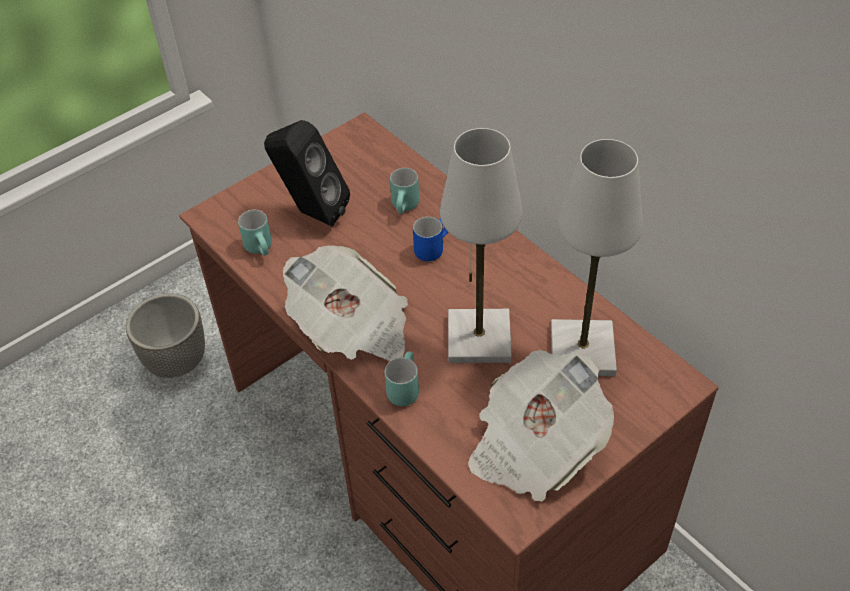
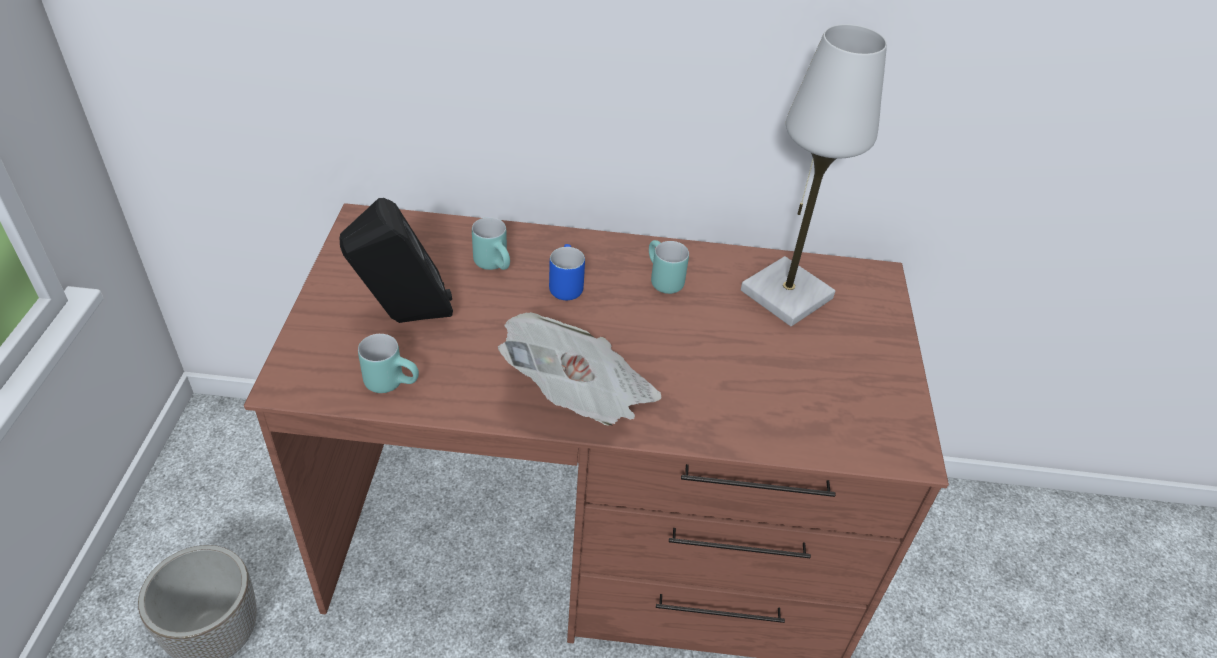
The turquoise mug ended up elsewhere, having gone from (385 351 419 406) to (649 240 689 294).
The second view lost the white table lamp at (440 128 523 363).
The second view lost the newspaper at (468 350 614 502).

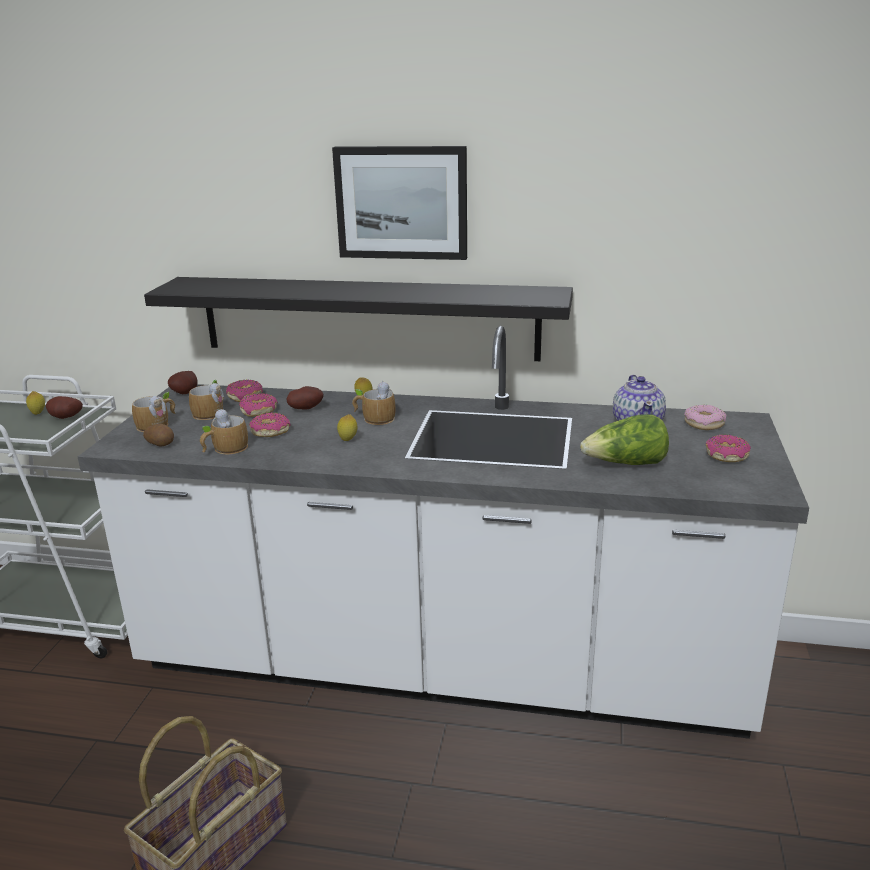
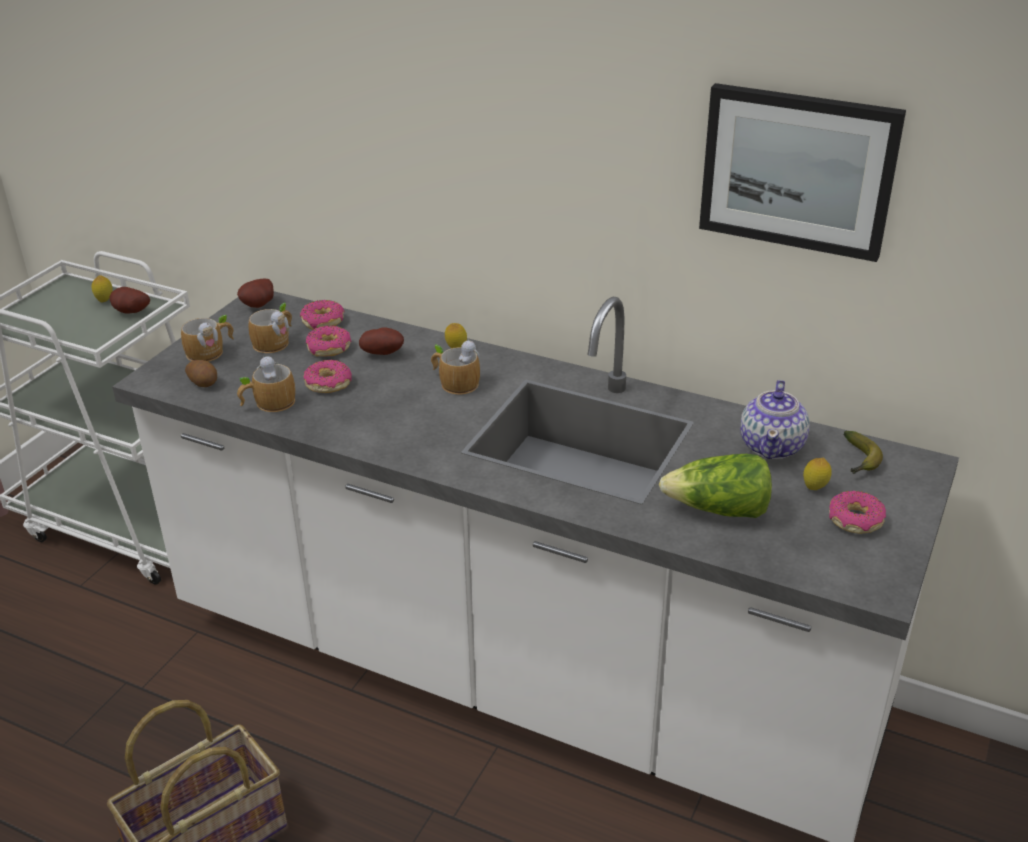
The picture ended up elsewhere, having gone from (332 146 467 260) to (699 83 906 262).
The lemon ended up elsewhere, having gone from (337 414 357 441) to (803 458 832 490).
Where the donut stood at (684 405 726 430), the banana came to stand at (844 431 883 474).
The second view lost the black shelf at (144 277 573 361).

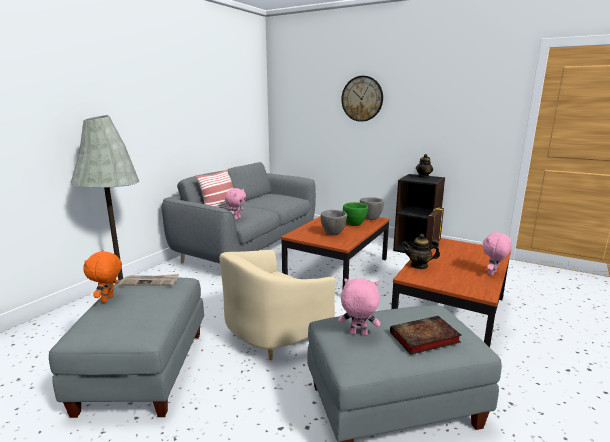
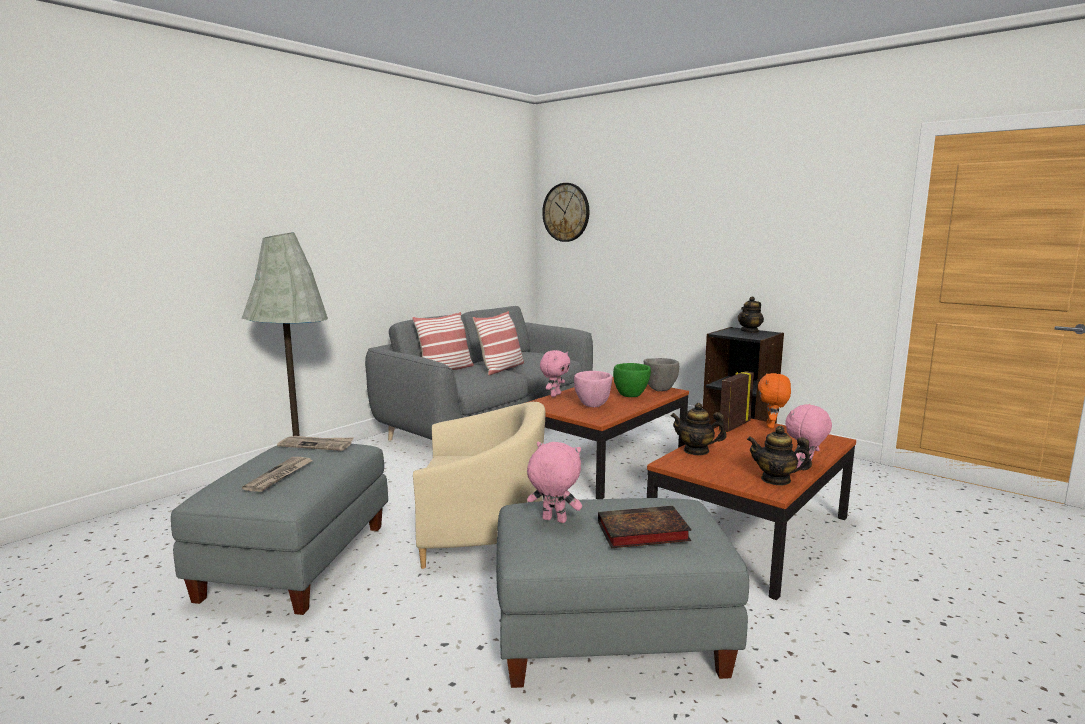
The second view gained the newspaper at (242 457 313 492).
The beige armchair at (220 250 336 360) ended up facing another way, 150 degrees counterclockwise from before.
The second view gained the pillow at (473 311 524 376).
The pink plush toy ended up elsewhere, having gone from (225 188 246 220) to (540 350 570 397).
The wall clock ended up elsewhere, having gone from (341 76 383 122) to (542 183 589 242).
What was the grey bowl at (321 210 347 235) turned into the pink bowl at (574 371 612 407).
The second view gained the teapot at (747 426 812 486).
The orange plush toy ended up elsewhere, having gone from (83 250 122 303) to (758 373 791 428).

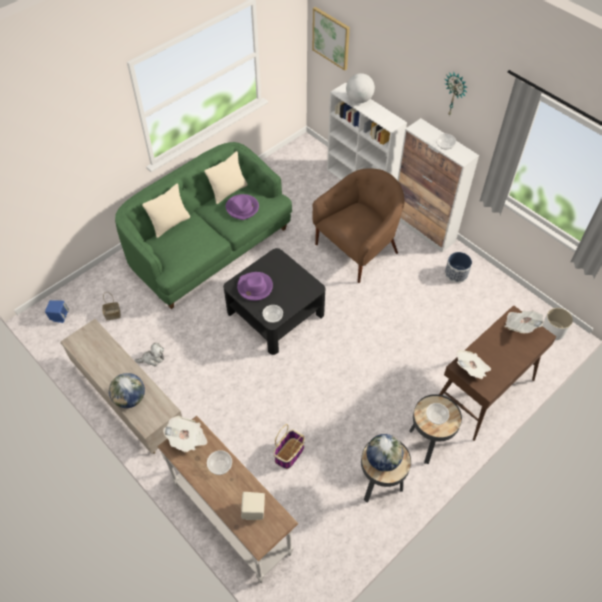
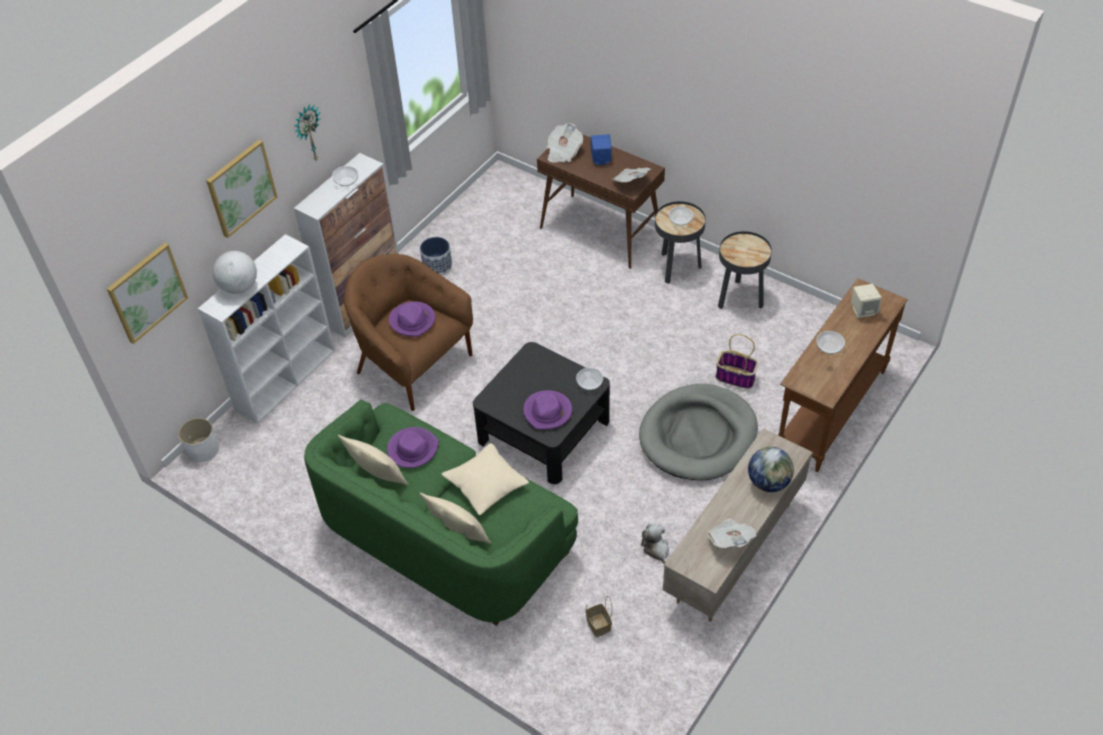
The white planter ended up elsewhere, having gone from (542 308 573 340) to (178 418 219 462).
The second view gained the picture at (206 140 277 238).
The second view gained the purple hat at (389 301 435 337).
The second view gained the beige pillow at (442 443 529 515).
The blue speaker ended up elsewhere, having gone from (45 300 69 323) to (591 134 611 165).
The second view gained the grey dog bed at (639 384 758 480).
The newspaper ended up elsewhere, having gone from (163 416 208 452) to (707 518 757 548).
What was the white console table at (157 416 298 583) turned into the brown console table at (778 278 908 472).
The second view lost the globe at (366 434 403 472).

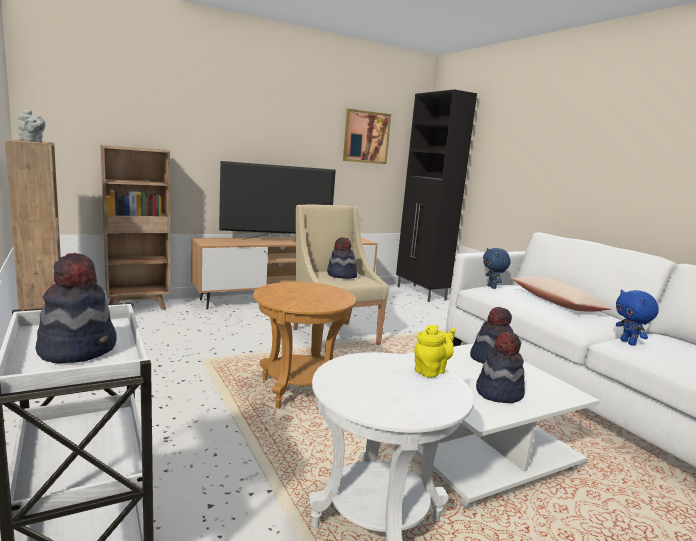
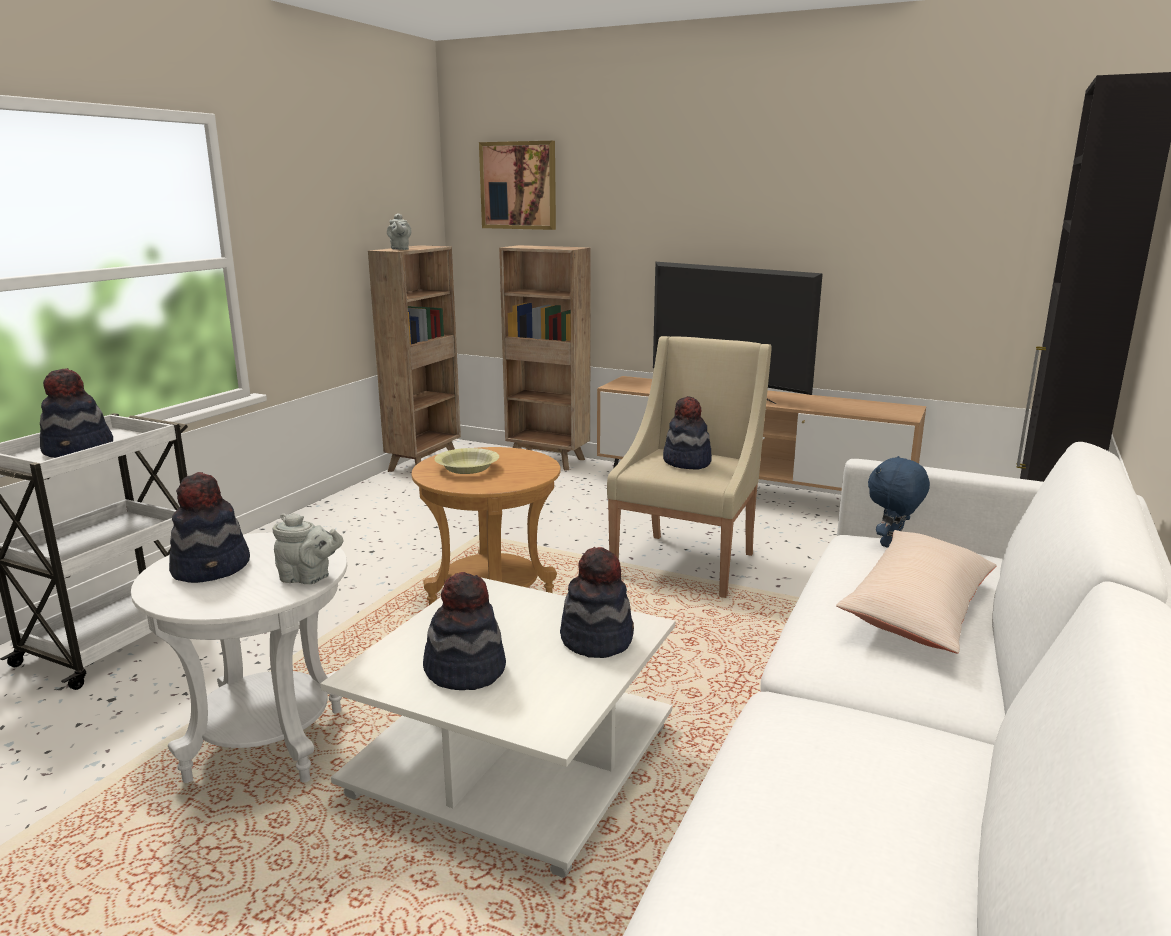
The second view gained the hat at (169 472 250 583).
What was the yellow teapot at (414 325 456 378) turned into the grey teapot at (273 513 343 584).
The second view gained the yellow bowl at (435 448 499 474).
The picture ended up elsewhere, having gone from (343 109 391 164) to (479 141 556 230).
The second view lost the blue plush toy at (616 290 659 346).

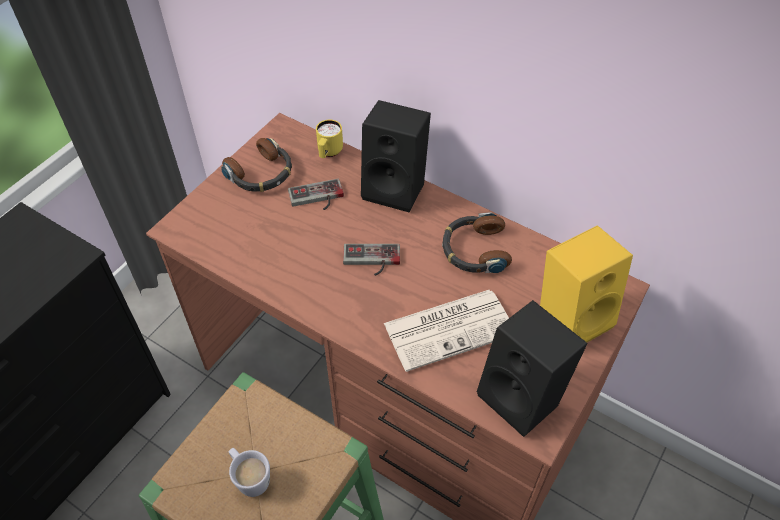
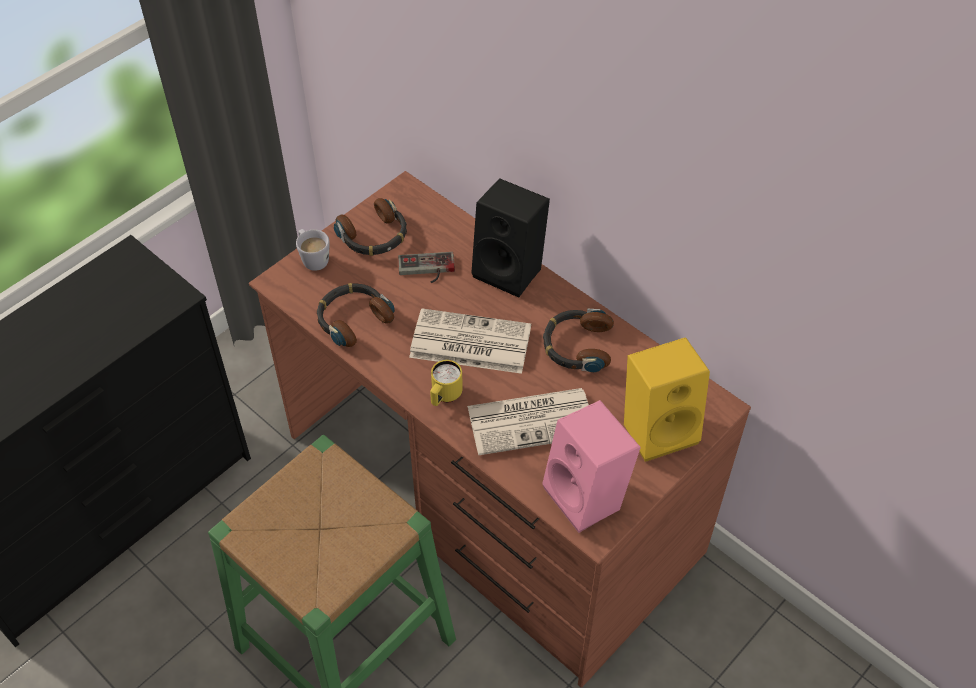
The white mug ended up elsewhere, having gone from (229 448 270 497) to (296 229 330 271).
The second view gained the headphones at (317 283 395 347).
Where the game controller stood at (343 244 400 276), the newspaper came to stand at (409 308 531 374).
The yellow mug ended up elsewhere, having gone from (316 120 343 158) to (430 360 463 406).
What was the black speaker at (477 300 588 437) turned into the pink speaker at (542 400 641 533).

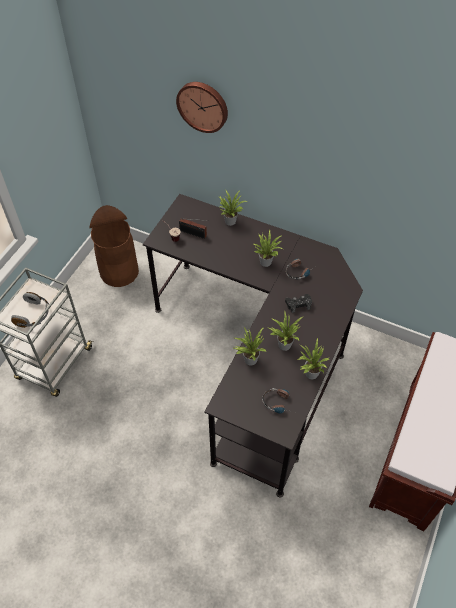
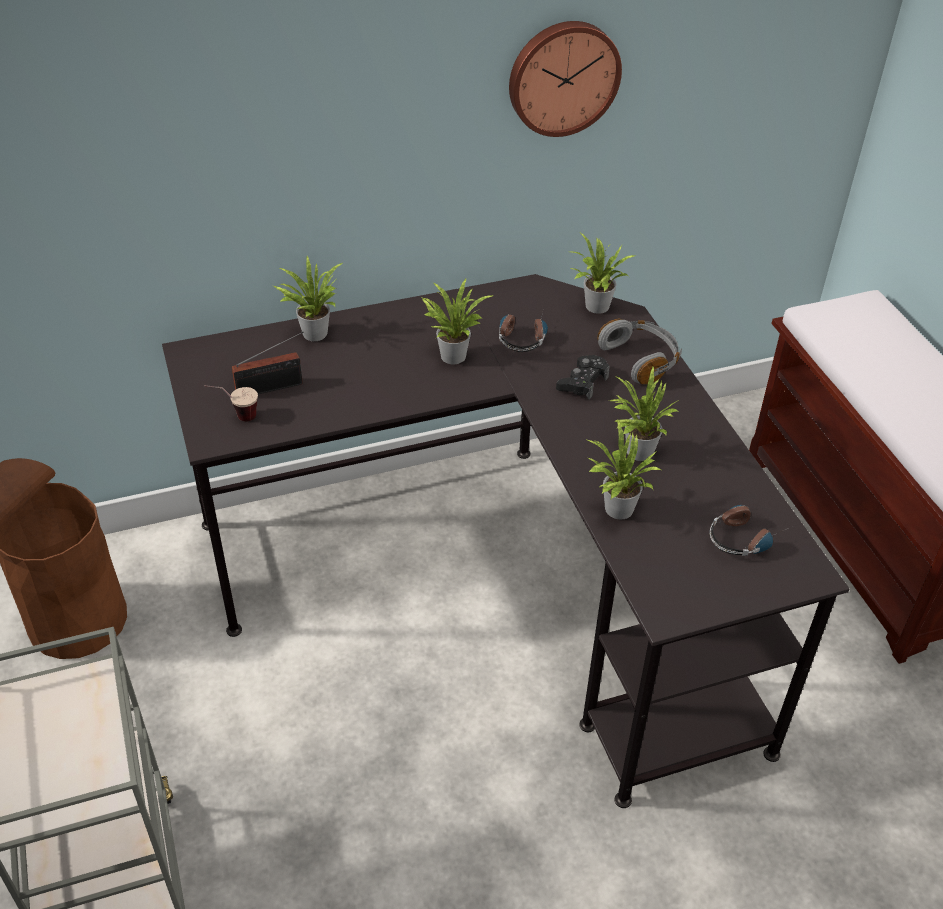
The wall clock ended up elsewhere, having gone from (176 82 228 133) to (509 21 622 137).
The potted plant ended up elsewhere, having gone from (297 337 330 379) to (569 233 635 314).
The grey headphones ended up elsewhere, having gone from (11 292 49 328) to (597 318 682 385).

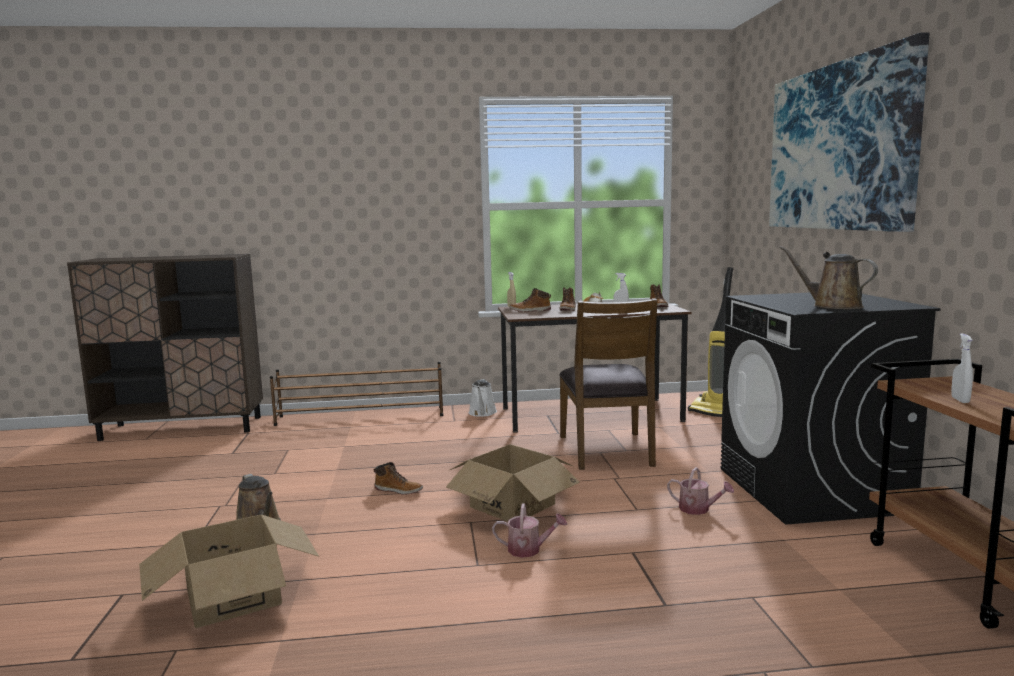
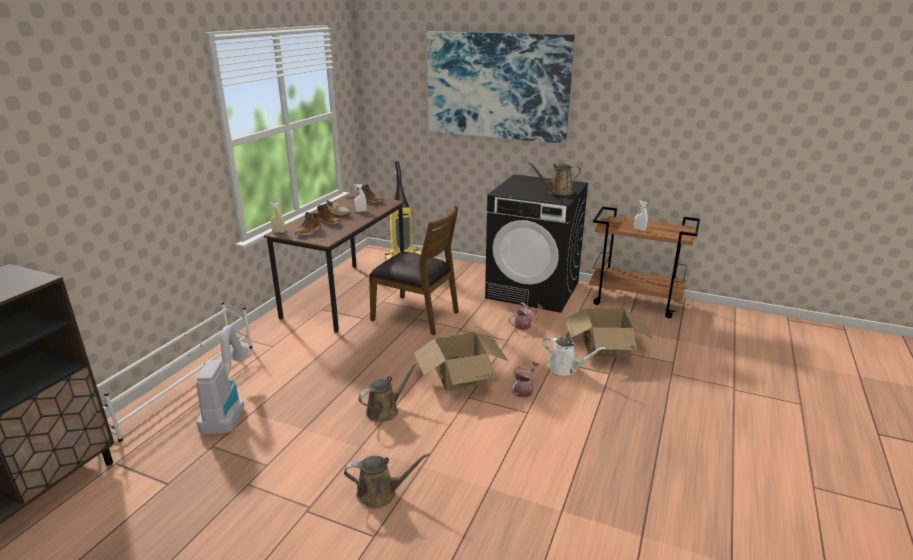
What was the brown shoe rack at (270 362 443 426) turned into the white shoe rack at (97 302 253 442).
The second view gained the vacuum cleaner at (196 326 251 433).
Where the boot stood at (374 462 423 495), the brown watering can came to stand at (358 362 419 422).
The white watering can ended up elsewhere, having gone from (468 379 497 417) to (543 336 605 376).
The cardboard box ended up elsewhere, having gone from (139 515 319 628) to (565 308 653 356).

